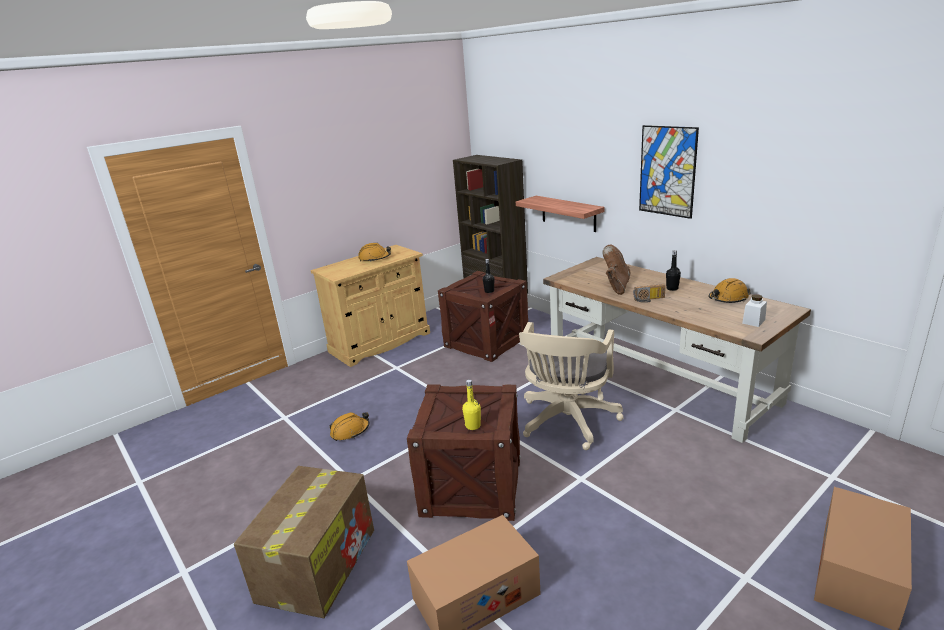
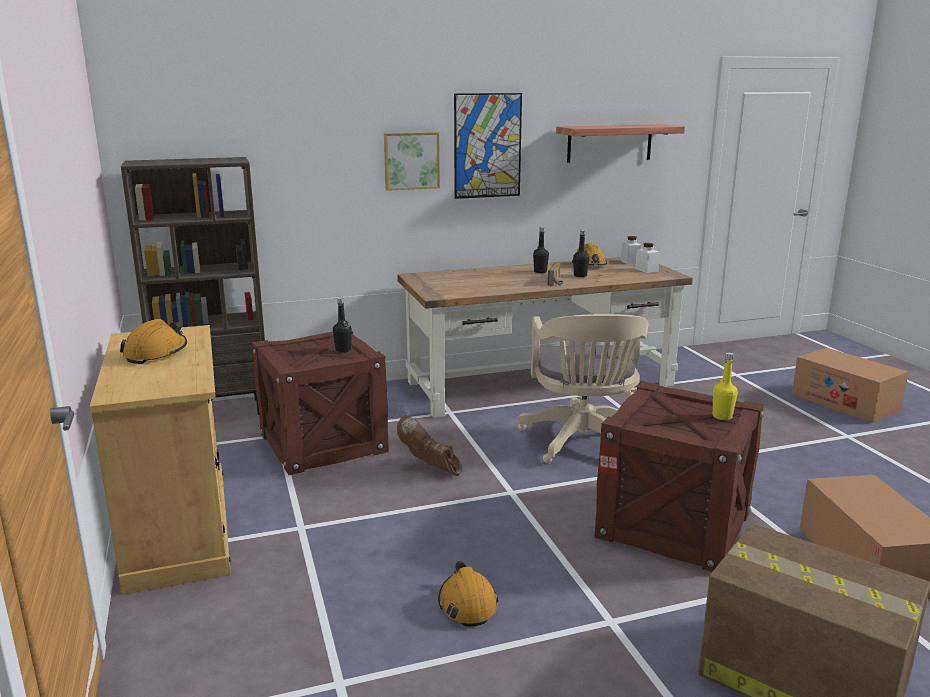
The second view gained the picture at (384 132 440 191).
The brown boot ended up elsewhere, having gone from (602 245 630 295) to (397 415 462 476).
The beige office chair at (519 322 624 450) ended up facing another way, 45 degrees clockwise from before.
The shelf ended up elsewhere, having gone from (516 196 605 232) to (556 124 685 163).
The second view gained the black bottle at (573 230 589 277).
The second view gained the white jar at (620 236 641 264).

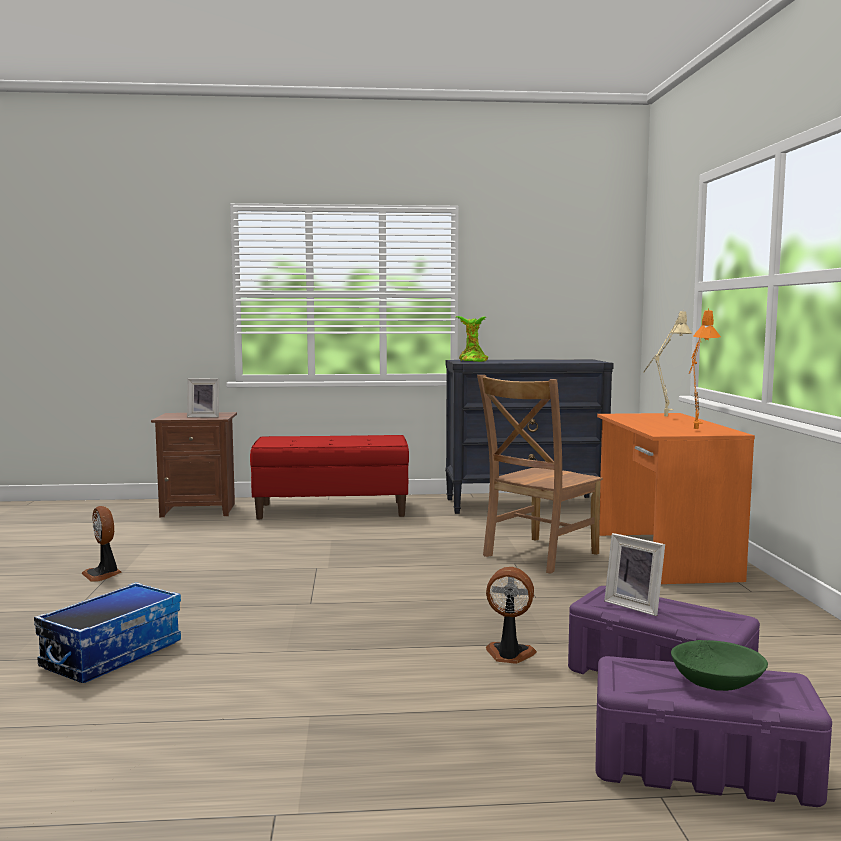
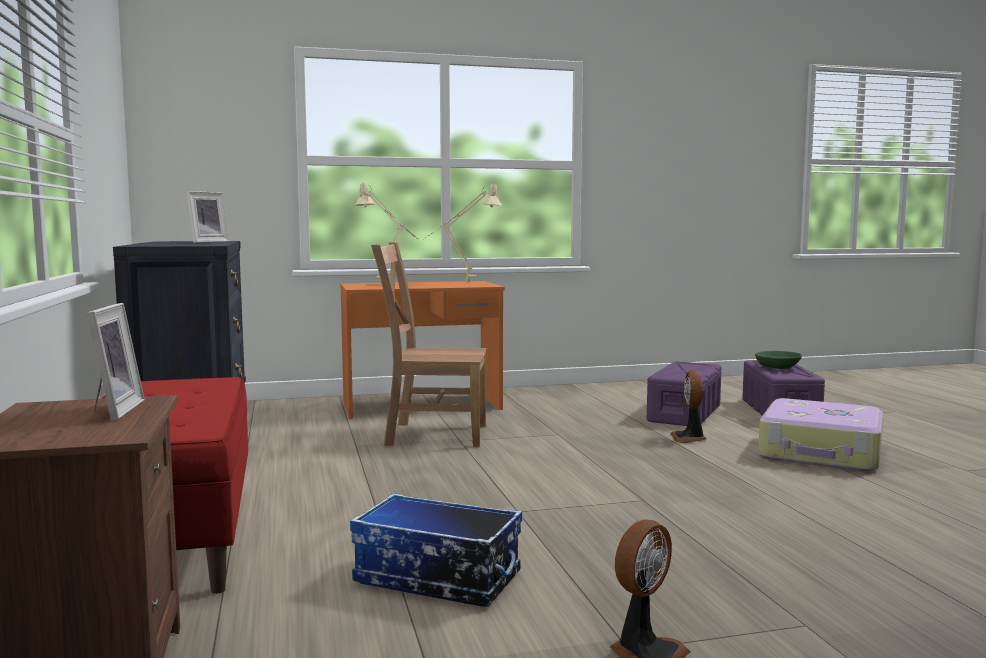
The picture frame ended up elsewhere, having gone from (604 533 665 616) to (187 191 230 243).
The storage box ended up elsewhere, having gone from (34 582 181 683) to (350 494 522 607).
The brown chair at (477 375 603 574) ended up facing another way, 150 degrees clockwise from before.
What was the orange table lamp at (689 308 721 429) turned into the beige table lamp at (425 182 502 282).
The second view gained the suitcase at (758 398 883 472).
The second view lost the potted plant at (456 316 488 362).

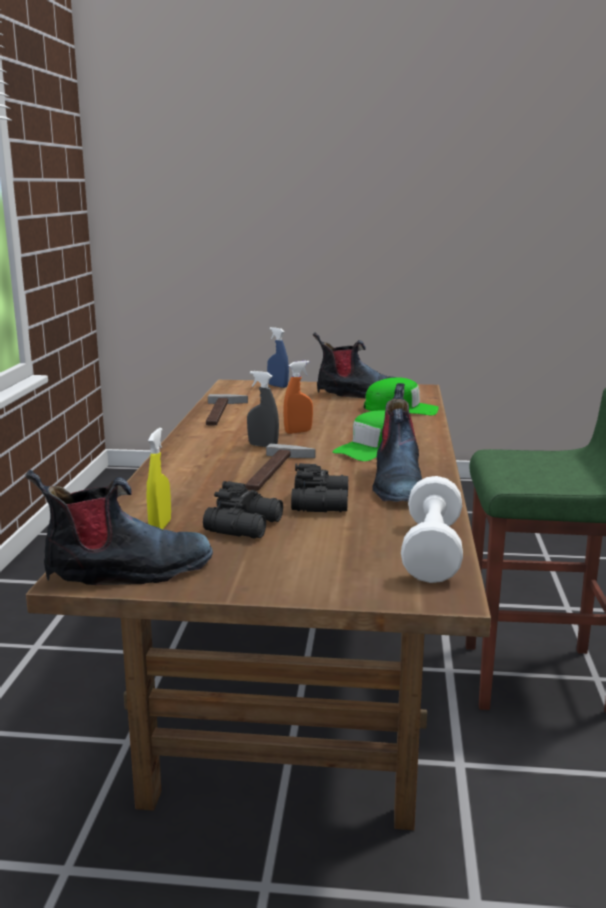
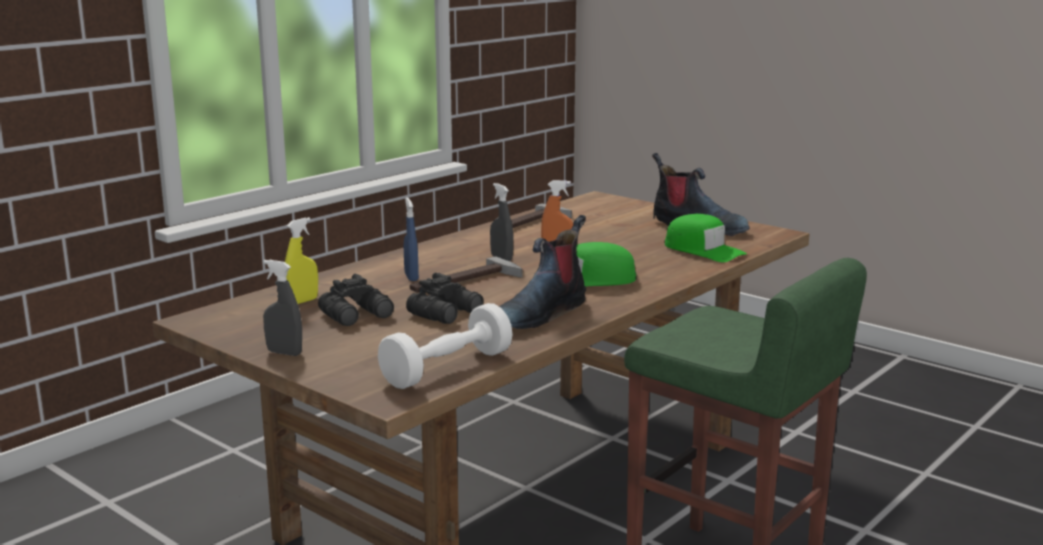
The second view gained the grey spray bottle at (263 260 302 356).
The blue spray bottle ended up elsewhere, having gone from (267 327 289 388) to (404 197 419 281).
The second view lost the boot at (25 469 213 585).

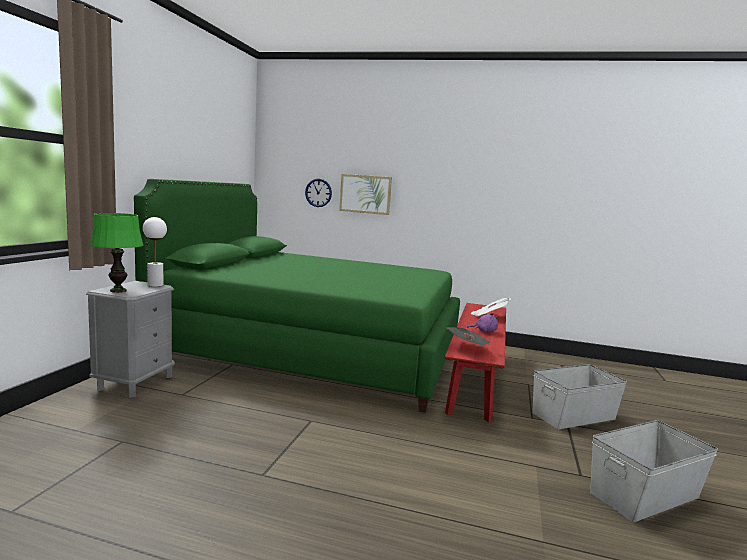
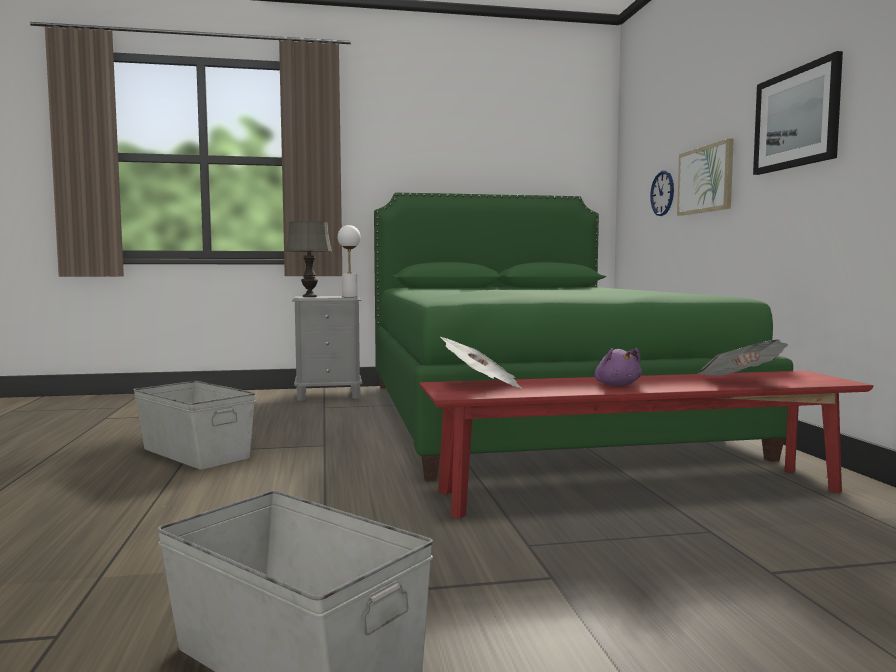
The grey storage box ended up elsewhere, having gone from (532 364 627 429) to (134 381 255 470).
What was the green table lamp at (90 213 143 293) turned into the grey table lamp at (286 221 332 297).
The second view gained the picture at (753 51 843 175).

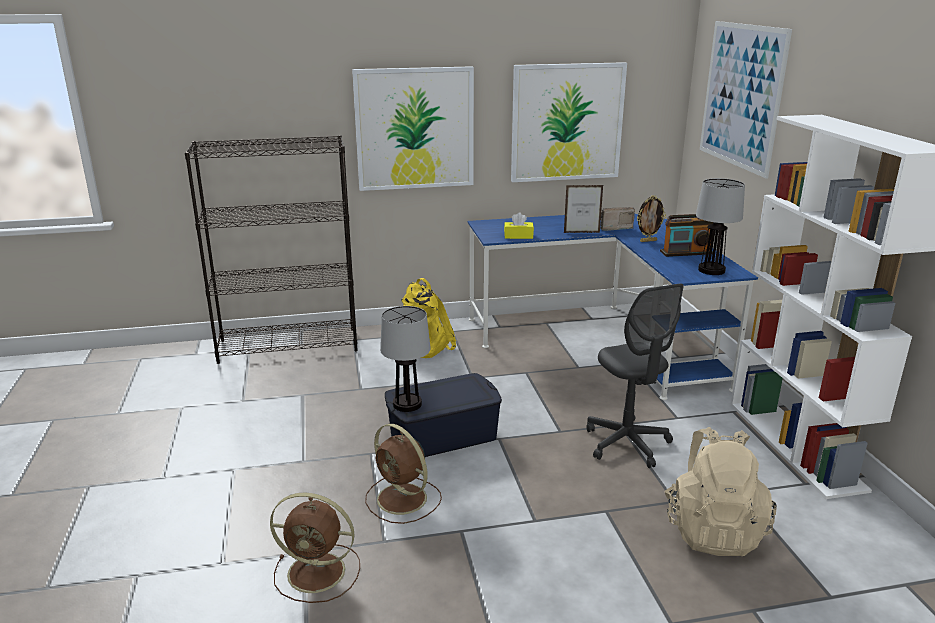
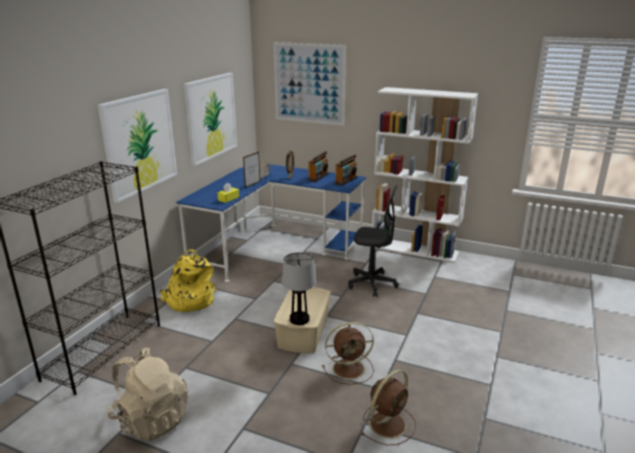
The beige backpack ended up elsewhere, having gone from (664 427 777 556) to (107 347 189 441).
What was the blue storage box at (385 373 502 457) turned into the beige storage box at (273 287 331 353).
Where the table lamp stood at (696 178 745 275), the radio came to stand at (334 155 357 186).

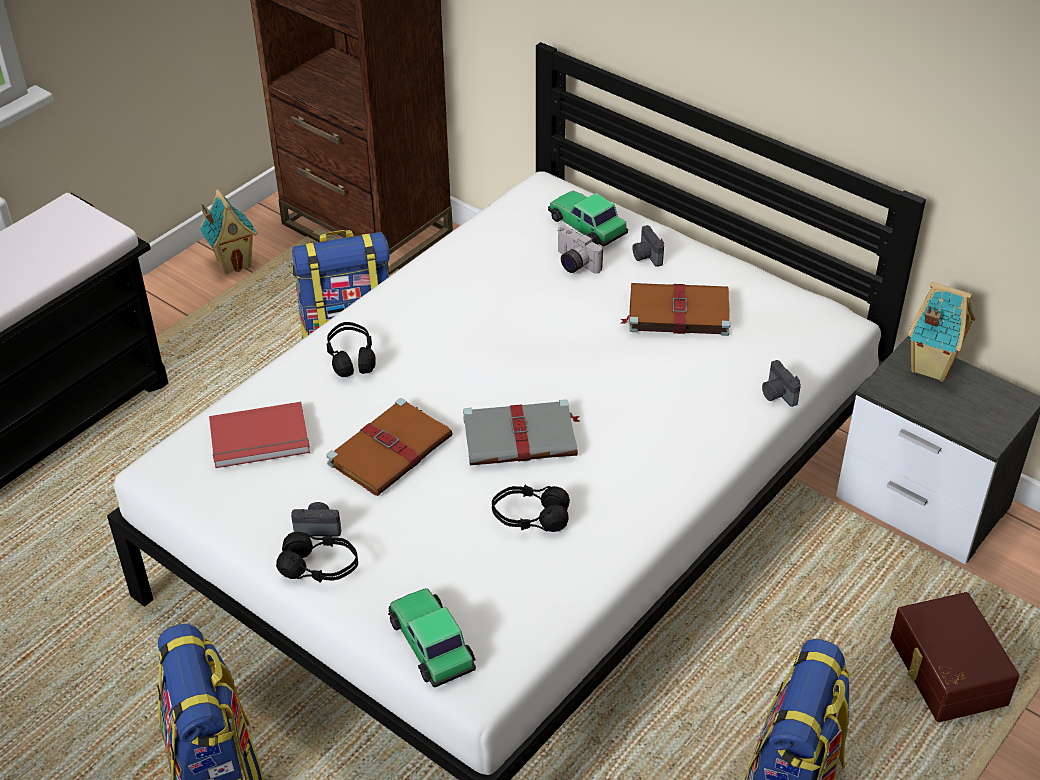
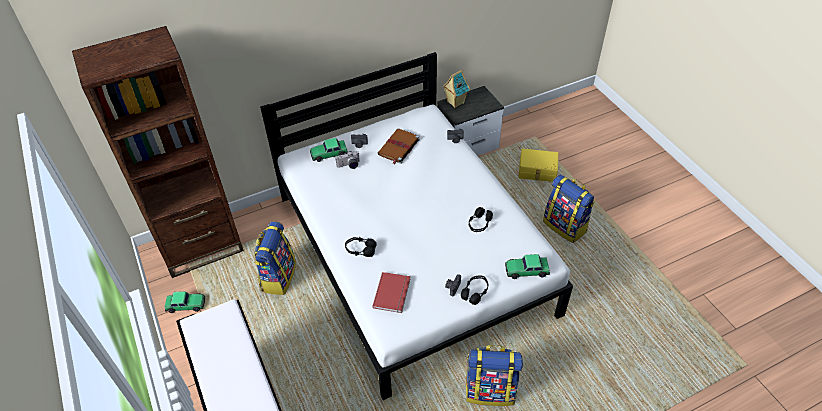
Where the toy house stood at (200 189 257 275), the toy car came to stand at (165 291 205 313).
What was the brown storage box at (890 592 1019 722) turned into the yellow storage box at (518 148 558 182).
The second view lost the brown book at (326 398 453 496).
The second view lost the grey book at (463 399 580 465).

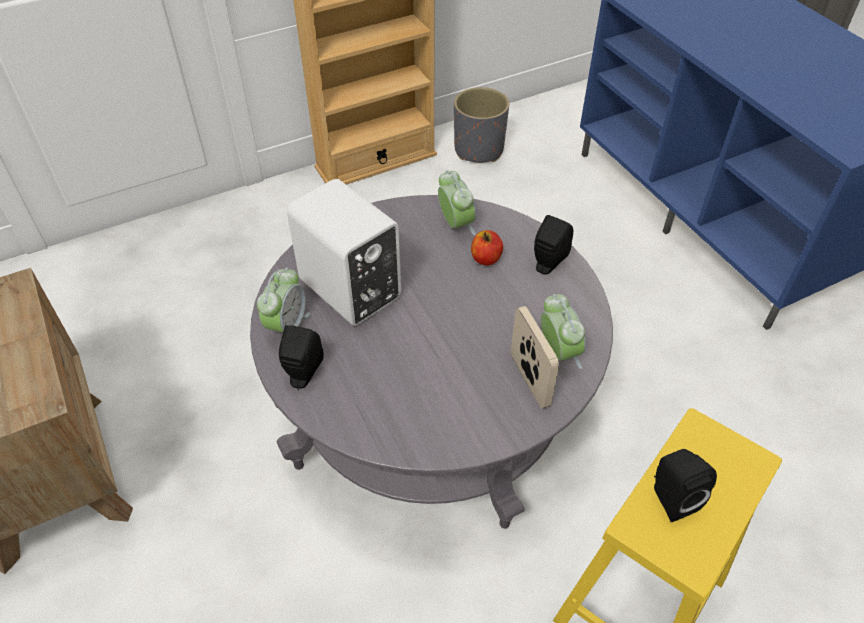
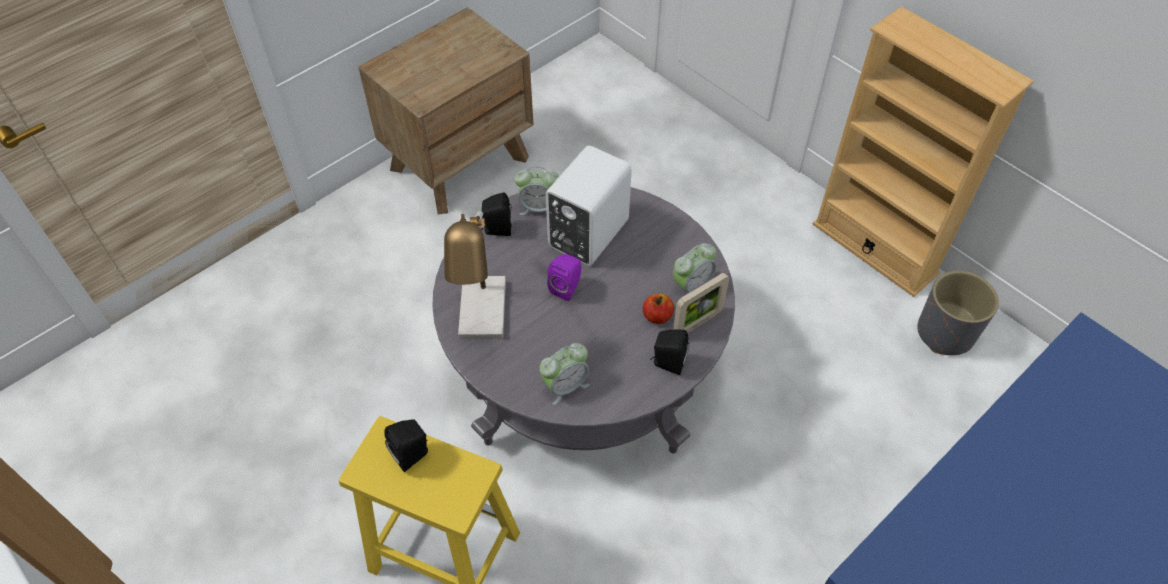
The second view gained the table lamp at (444 211 506 339).
The second view gained the purple speaker at (547 254 581 301).
The picture frame ended up elsewhere, having gone from (511 306 559 409) to (673 273 729 333).

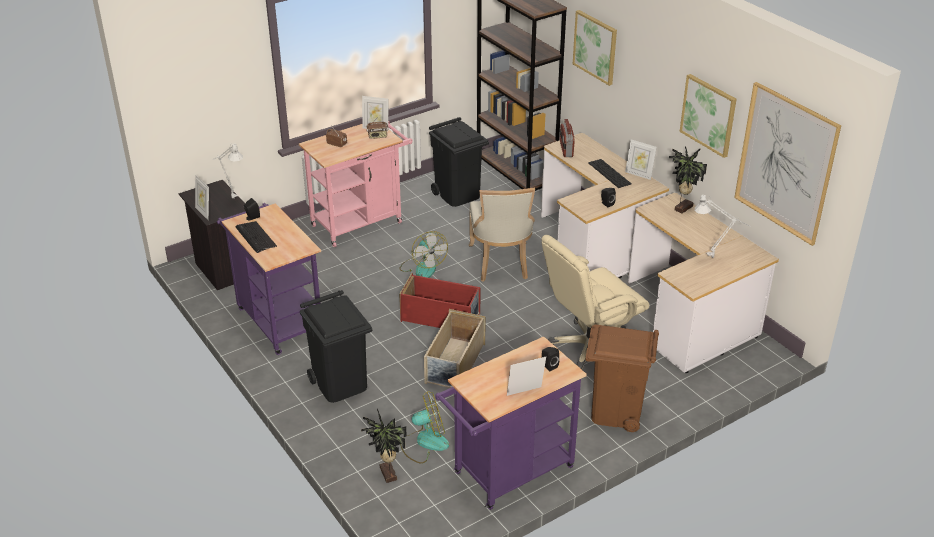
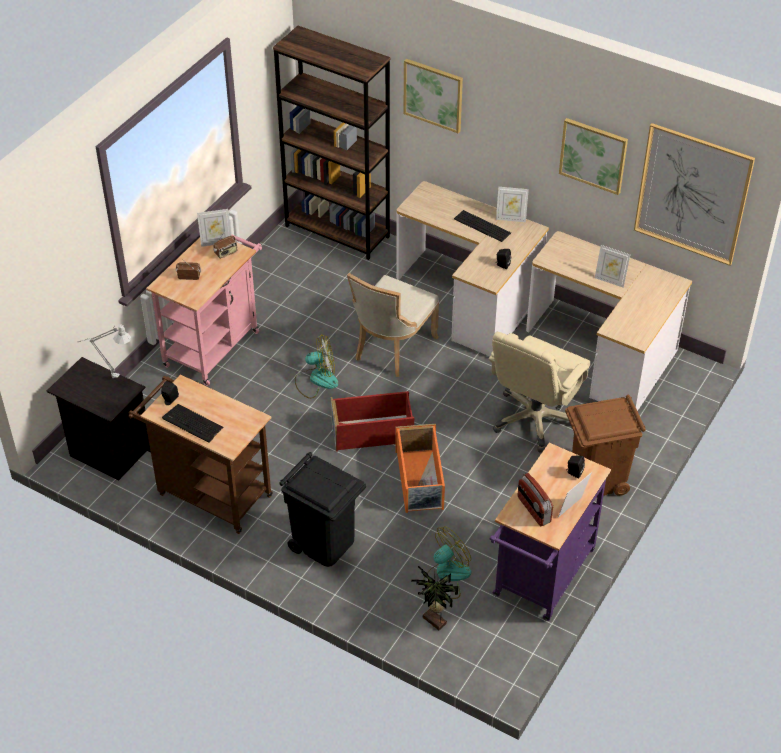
What was the purple cart at (217 203 321 355) turned into the brown cart at (129 375 273 534).
The fan at (400 231 448 278) ended up facing another way, 45 degrees counterclockwise from before.
The beige chair at (469 187 535 282) ended up facing another way, 60 degrees clockwise from before.
What was the beige storage box at (424 309 486 388) turned into the orange storage box at (395 424 445 513).
The radio ended up elsewhere, having gone from (560 119 575 157) to (517 473 553 526).
The picture frame ended up elsewhere, having gone from (195 175 209 220) to (595 245 630 288).
The second view lost the black trash can at (429 117 489 207).
The second view lost the potted plant at (669 146 707 214).
The second view lost the grey table lamp at (695 195 750 258).

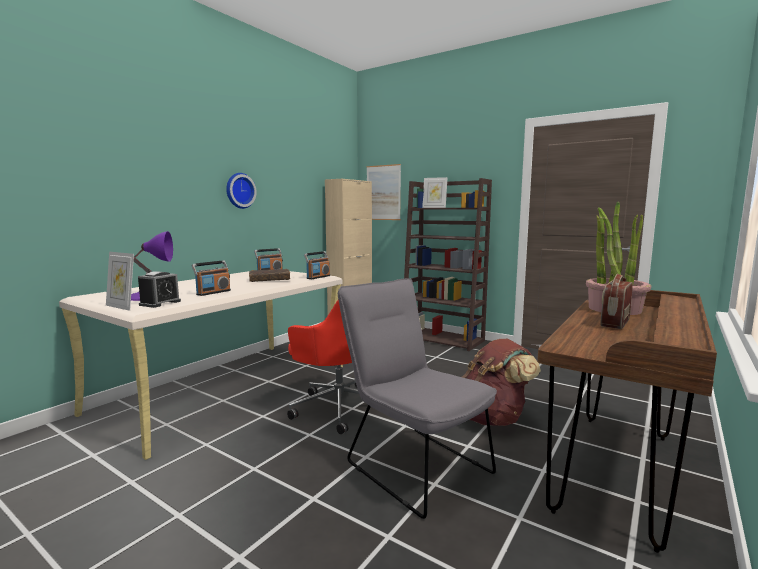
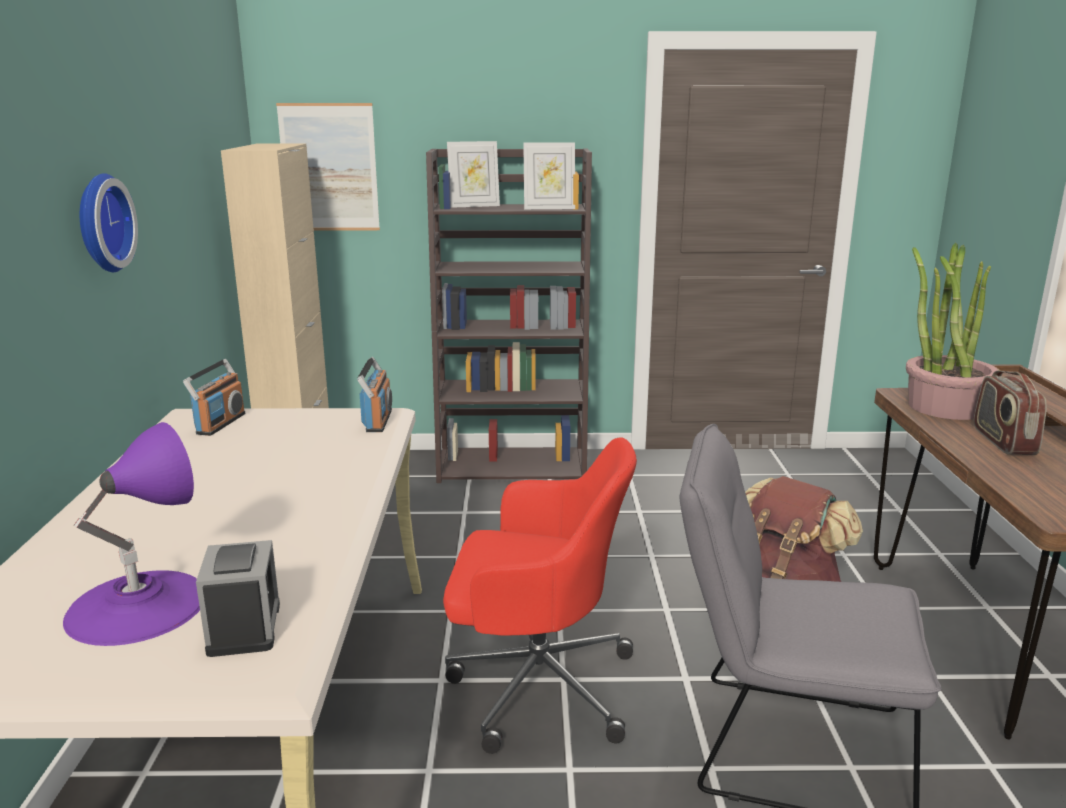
The picture frame ended up elsewhere, having gone from (106 252 134 311) to (523 142 575 209).
The second view lost the radio at (191 260 231 296).
The second view lost the brown book at (249 269 290 282).

